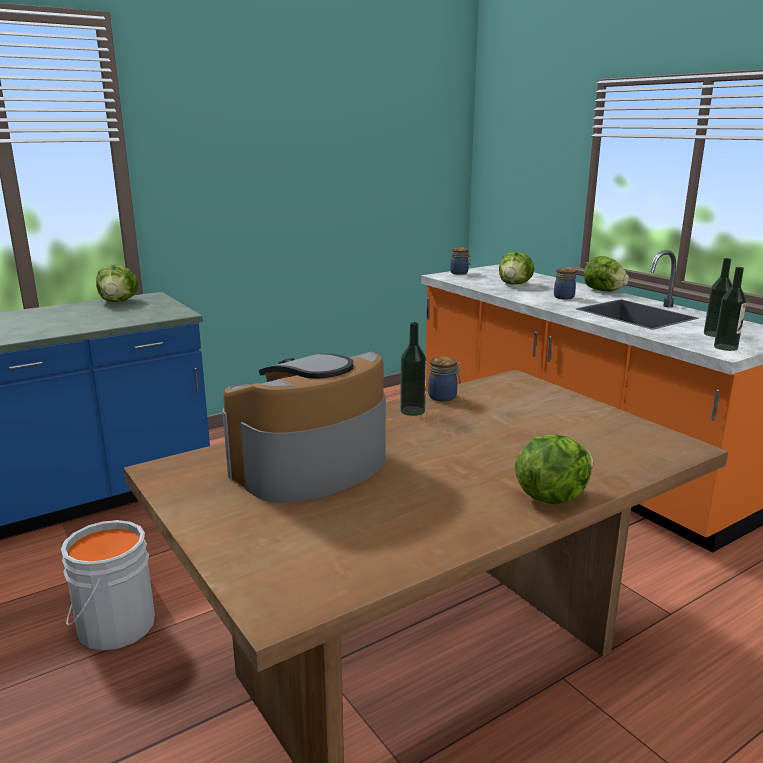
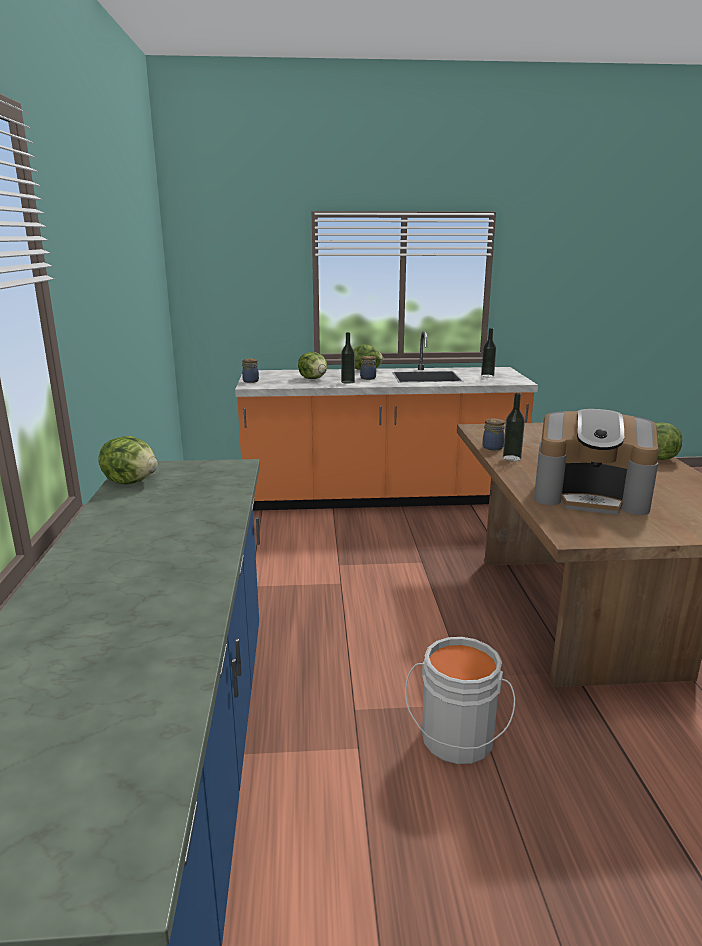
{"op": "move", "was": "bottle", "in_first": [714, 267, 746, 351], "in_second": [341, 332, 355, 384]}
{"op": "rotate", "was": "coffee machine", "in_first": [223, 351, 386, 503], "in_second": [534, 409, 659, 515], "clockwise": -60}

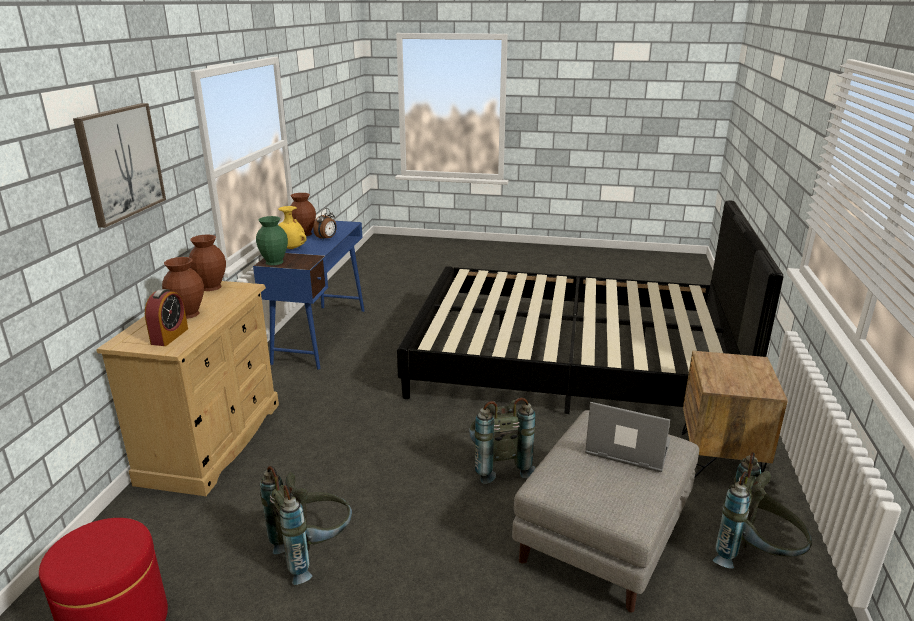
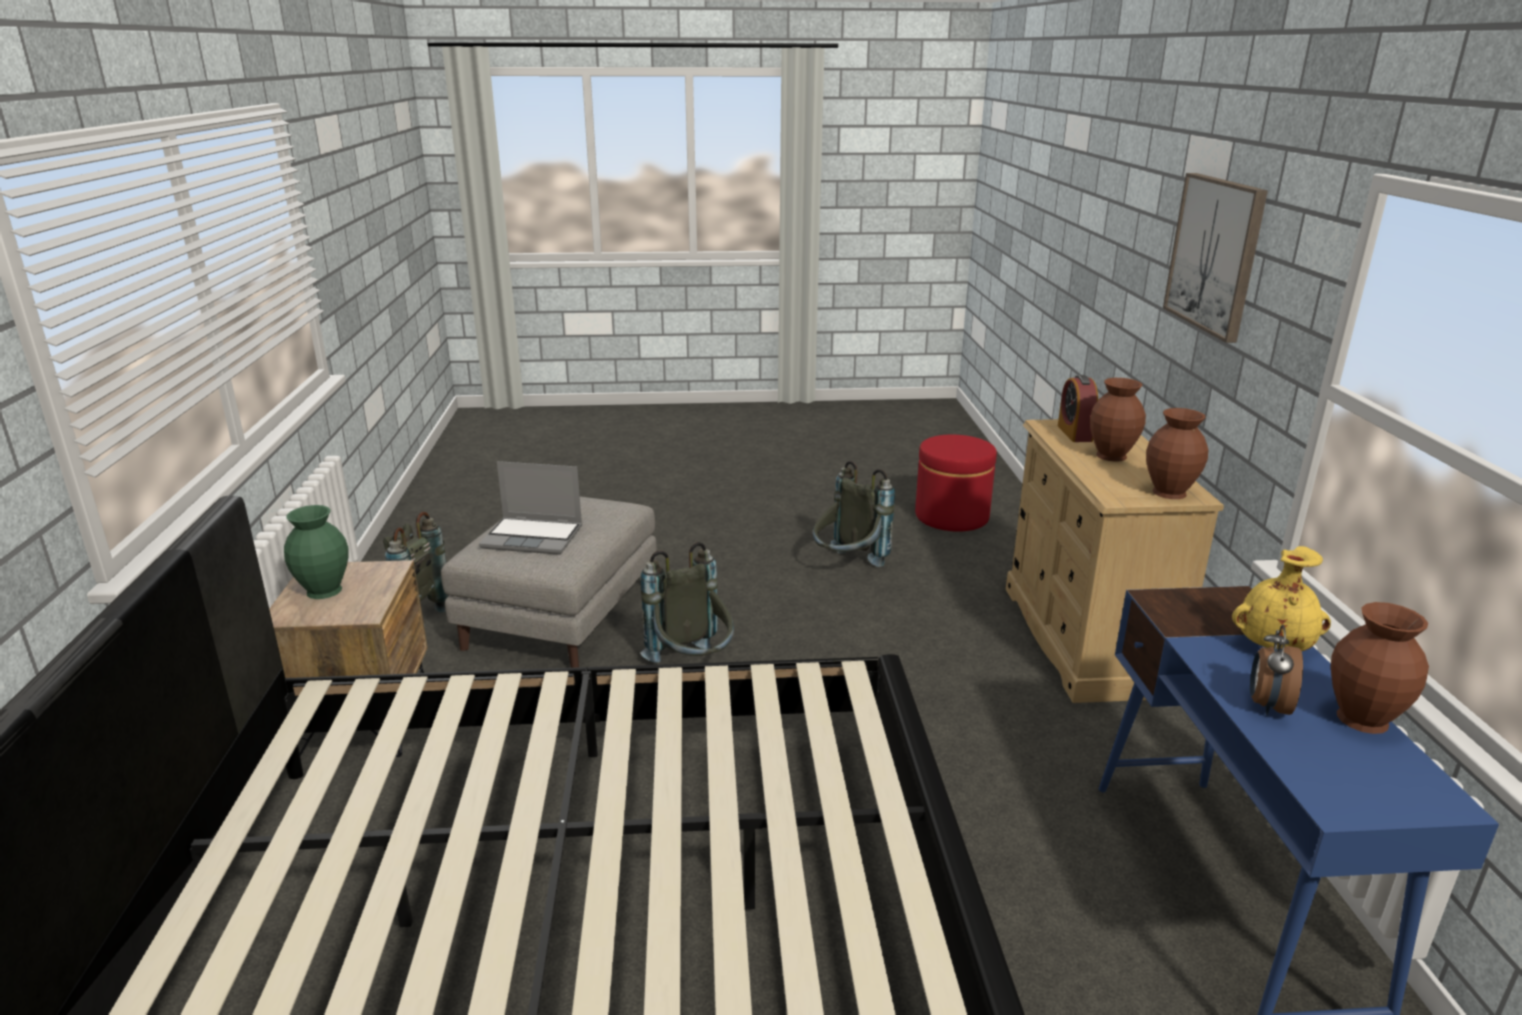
{"op": "move", "was": "green vase", "in_first": [256, 216, 288, 265], "in_second": [284, 505, 349, 599]}

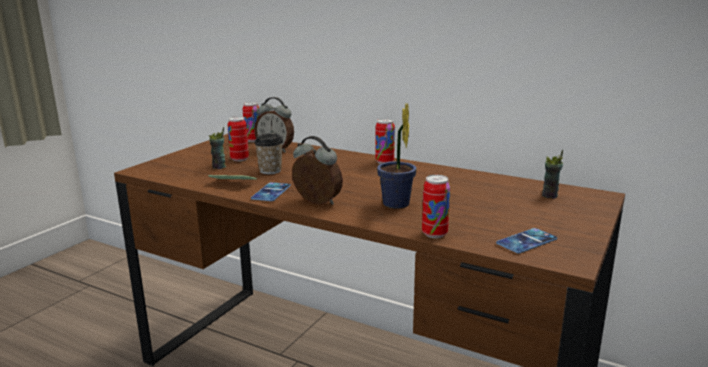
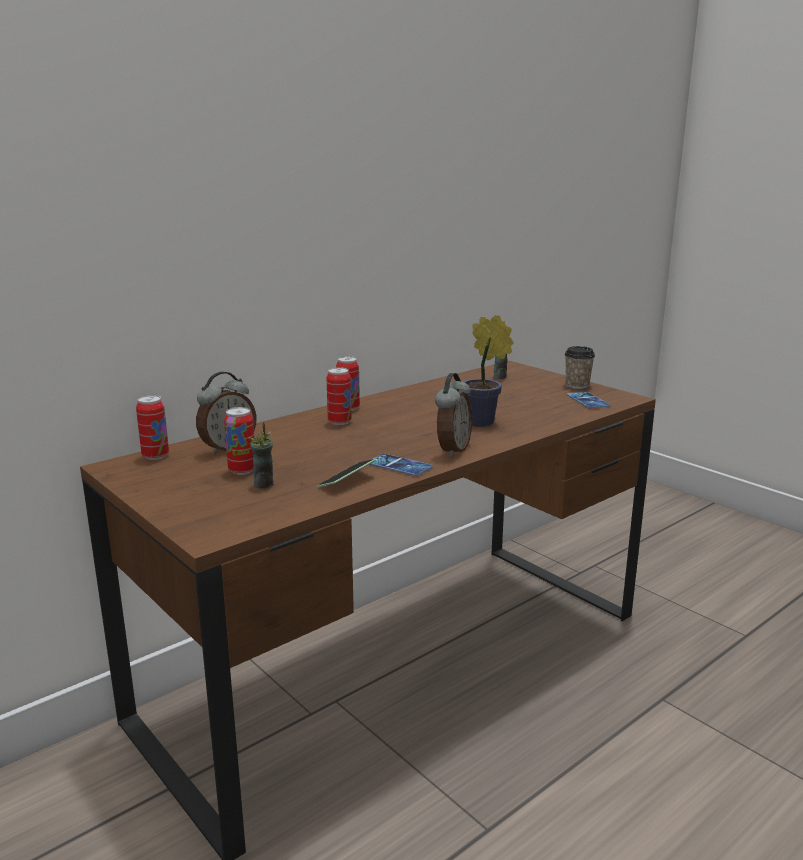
{"op": "move", "was": "cup", "in_first": [254, 134, 283, 174], "in_second": [565, 346, 595, 389]}
{"op": "rotate", "was": "bedside clock", "in_first": [292, 136, 343, 205], "in_second": [435, 373, 472, 457], "clockwise": 150}
{"op": "move", "was": "can", "in_first": [422, 175, 450, 238], "in_second": [326, 367, 352, 425]}

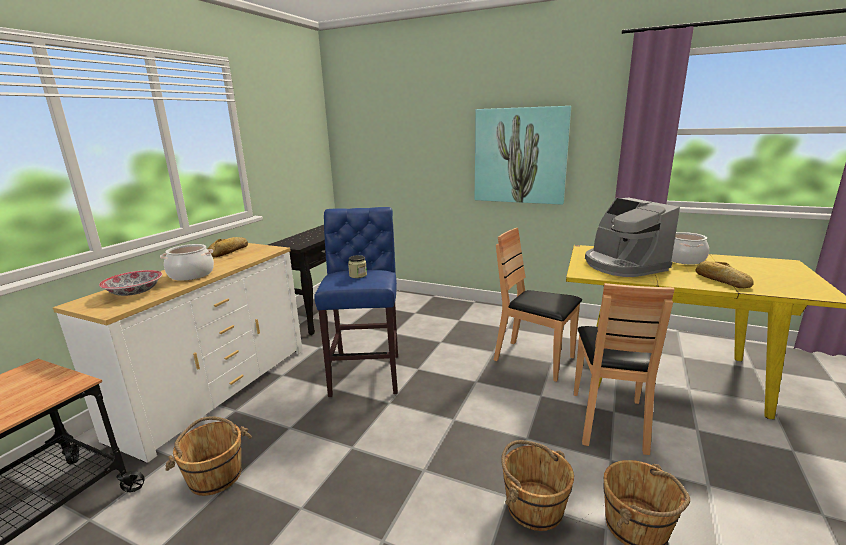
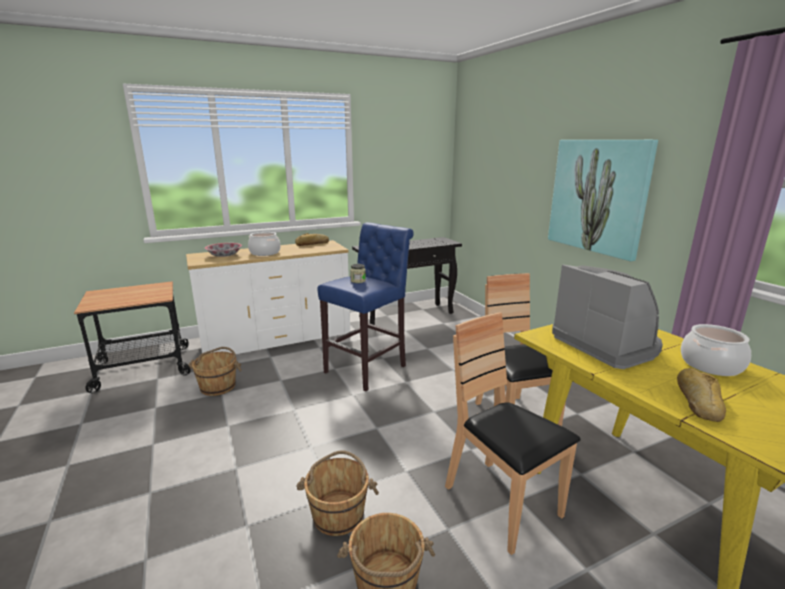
{"op": "rotate", "was": "coffee machine", "in_first": [585, 198, 680, 277], "in_second": [552, 265, 663, 369], "clockwise": 135}
{"op": "rotate", "was": "brownish chair", "in_first": [574, 283, 675, 455], "in_second": [445, 312, 581, 555], "clockwise": 90}

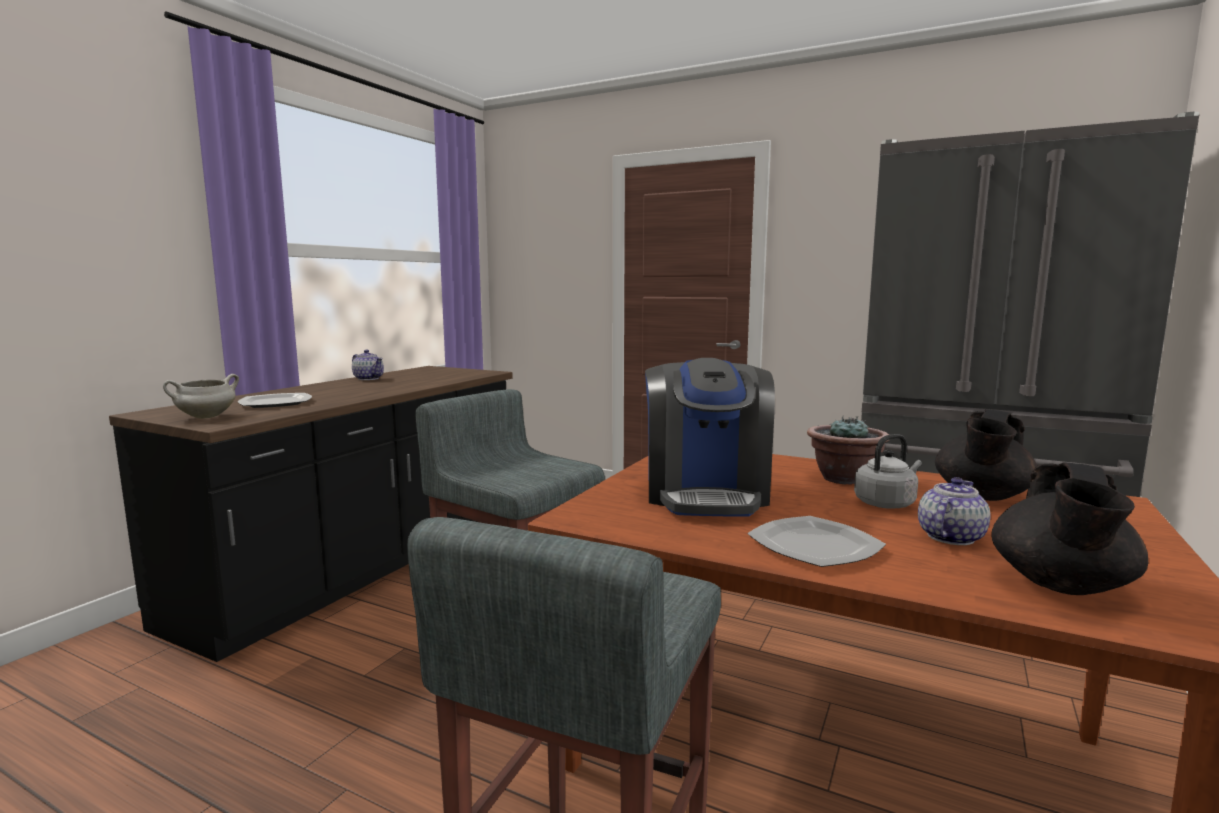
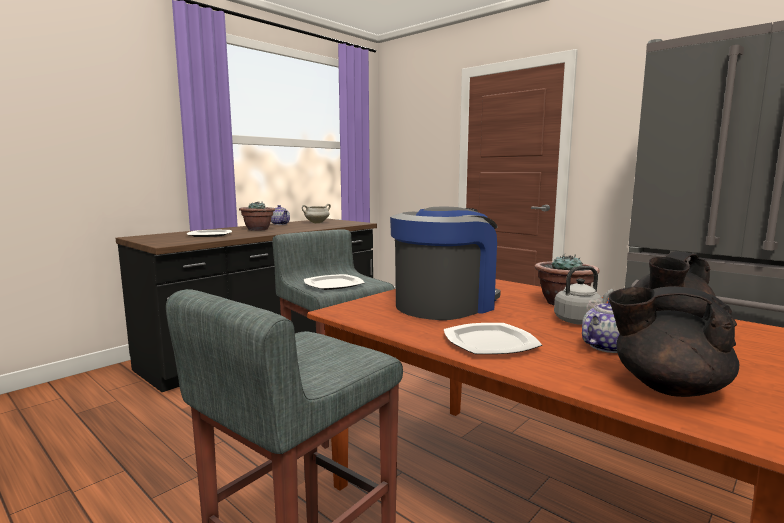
{"op": "rotate", "was": "coffee machine", "in_first": [645, 358, 775, 517], "in_second": [390, 206, 501, 320], "clockwise": -150}
{"op": "move", "was": "white stockpot", "in_first": [163, 374, 239, 419], "in_second": [302, 204, 331, 223]}
{"op": "rotate", "was": "blackish tea pot", "in_first": [991, 463, 1148, 595], "in_second": [609, 286, 739, 397], "clockwise": 75}
{"op": "insert", "now": "potted plant", "in_second": [239, 201, 275, 231]}
{"op": "insert", "now": "flat dish", "in_second": [304, 274, 365, 290]}

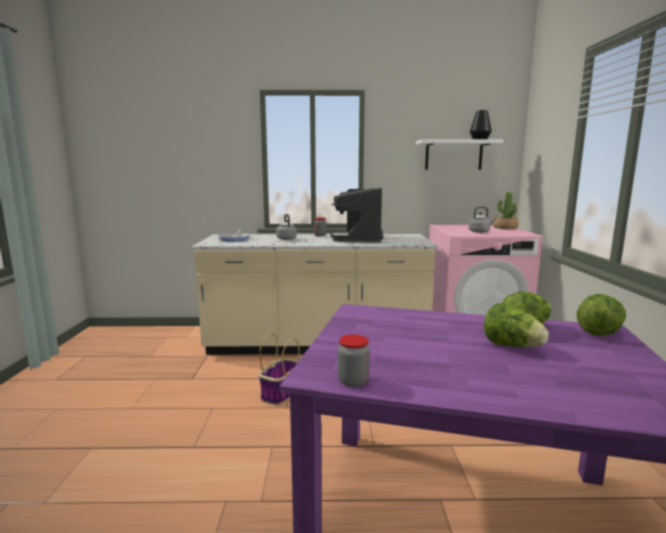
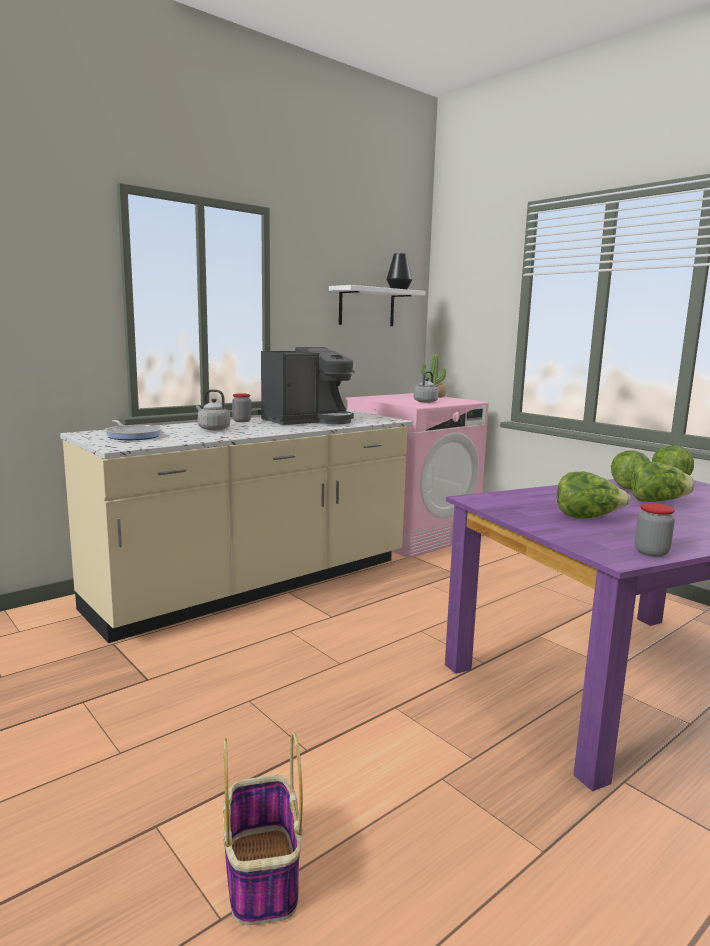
{"op": "rotate", "was": "coffee machine", "in_first": [330, 187, 383, 243], "in_second": [258, 347, 355, 425], "clockwise": -90}
{"op": "move", "was": "storage basket", "in_first": [259, 333, 300, 405], "in_second": [223, 731, 303, 926]}
{"op": "insert", "now": "lettuce head", "in_second": [557, 472, 631, 519]}

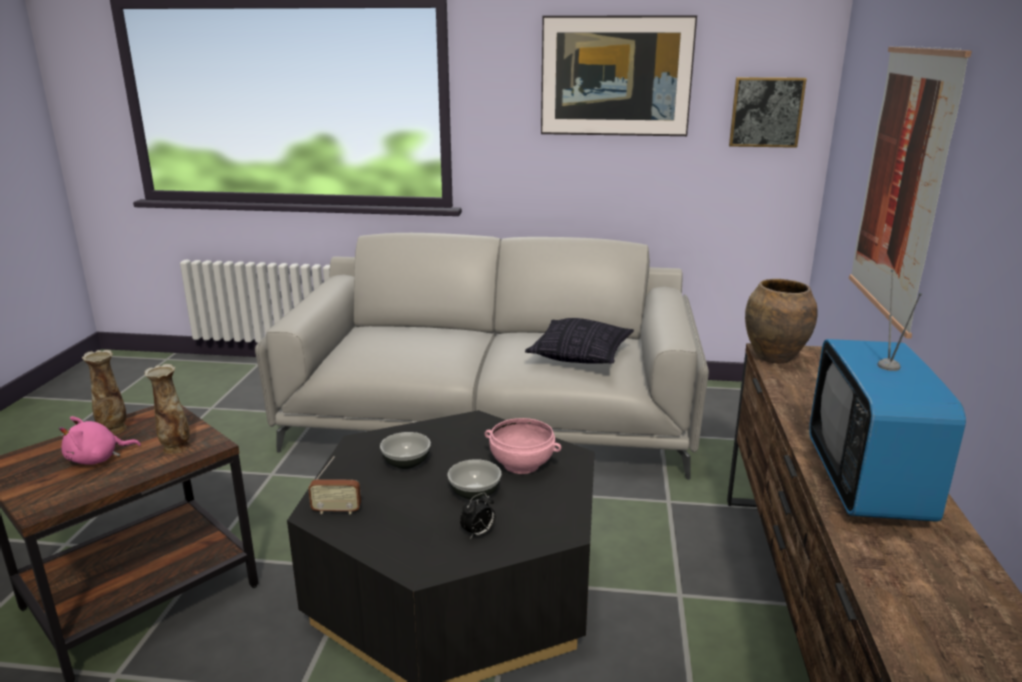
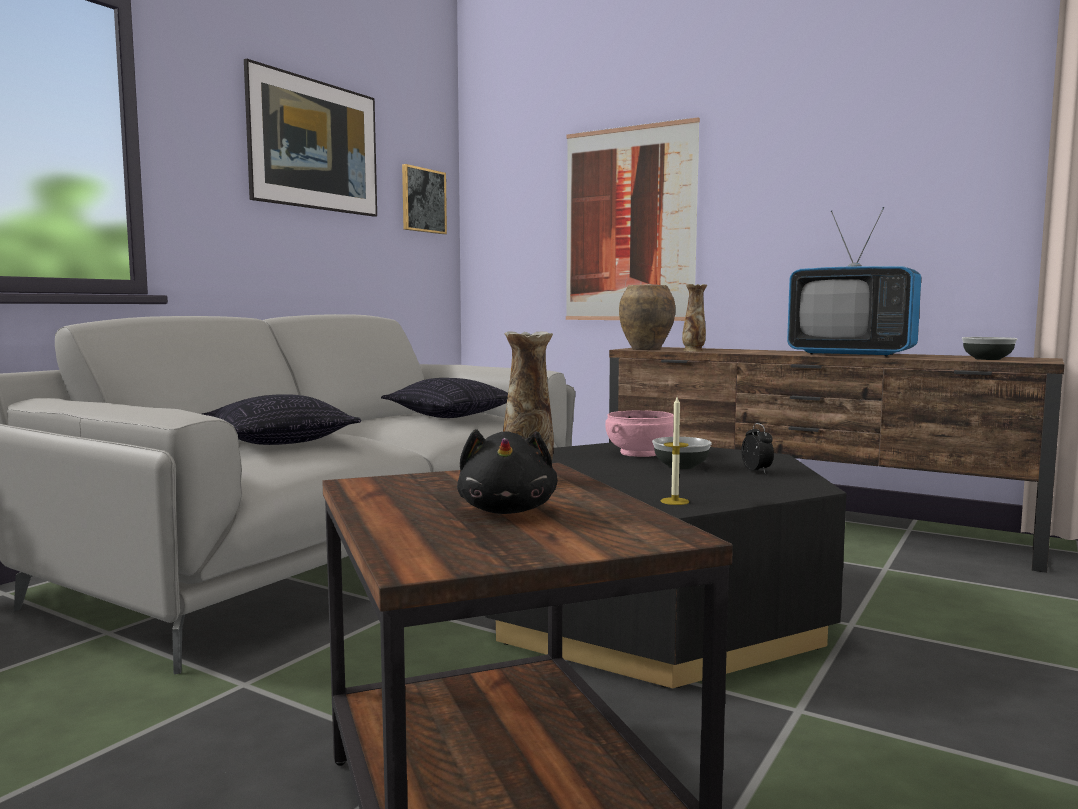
{"op": "move", "was": "vase", "in_first": [82, 350, 127, 435], "in_second": [682, 284, 707, 352]}
{"op": "recolor", "was": "pinkish cuddly toy", "now": "blackish cuddly toy", "in_first": [59, 416, 141, 465], "in_second": [457, 429, 558, 514]}
{"op": "move", "was": "deep dish", "in_first": [380, 432, 431, 469], "in_second": [962, 337, 1017, 360]}
{"op": "replace", "was": "radio", "now": "wax light", "in_first": [308, 457, 361, 514], "in_second": [661, 397, 689, 505]}
{"op": "insert", "now": "pillow", "in_second": [202, 394, 361, 445]}

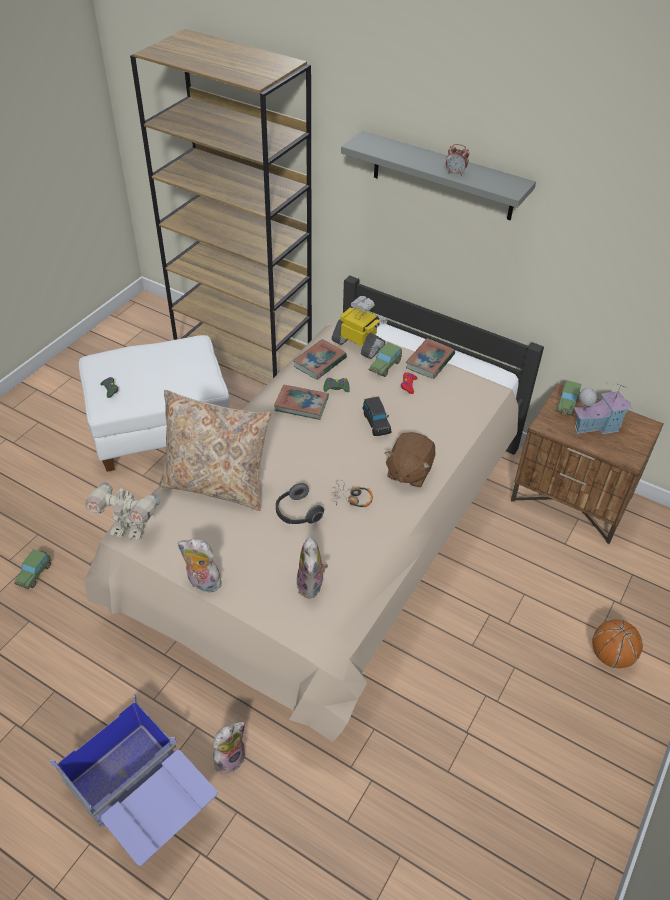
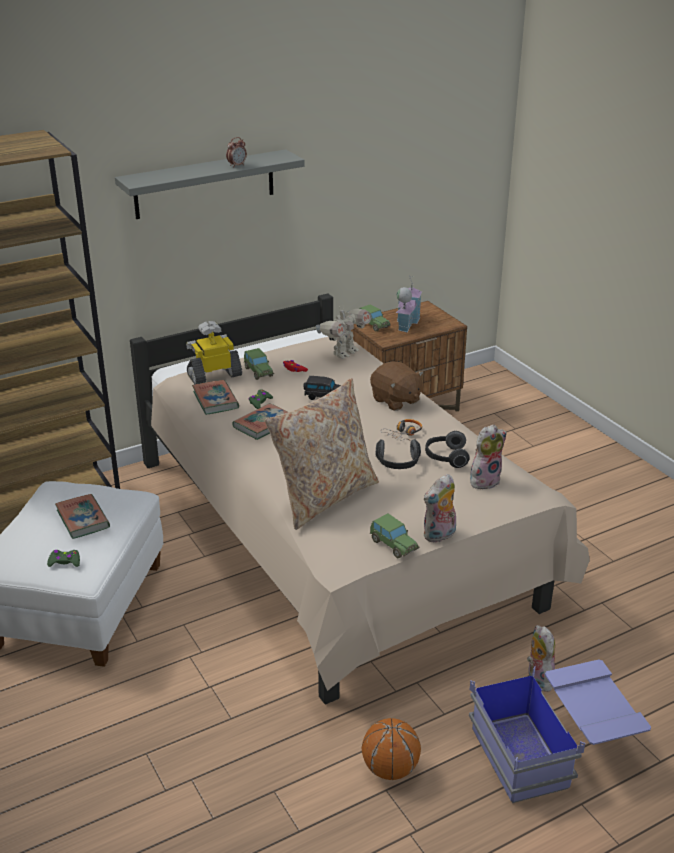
{"op": "move", "was": "book", "in_first": [406, 338, 455, 379], "in_second": [55, 494, 110, 539]}
{"op": "move", "was": "robot figure", "in_first": [85, 482, 160, 540], "in_second": [316, 307, 371, 359]}
{"op": "rotate", "was": "cuddly toy", "in_first": [296, 537, 328, 599], "in_second": [470, 424, 507, 489], "clockwise": -60}
{"op": "move", "was": "toy car", "in_first": [14, 549, 52, 589], "in_second": [370, 513, 419, 558]}
{"op": "move", "was": "basketball", "in_first": [592, 620, 643, 668], "in_second": [362, 718, 421, 780]}
{"op": "insert", "now": "headset", "in_second": [425, 431, 470, 468]}

